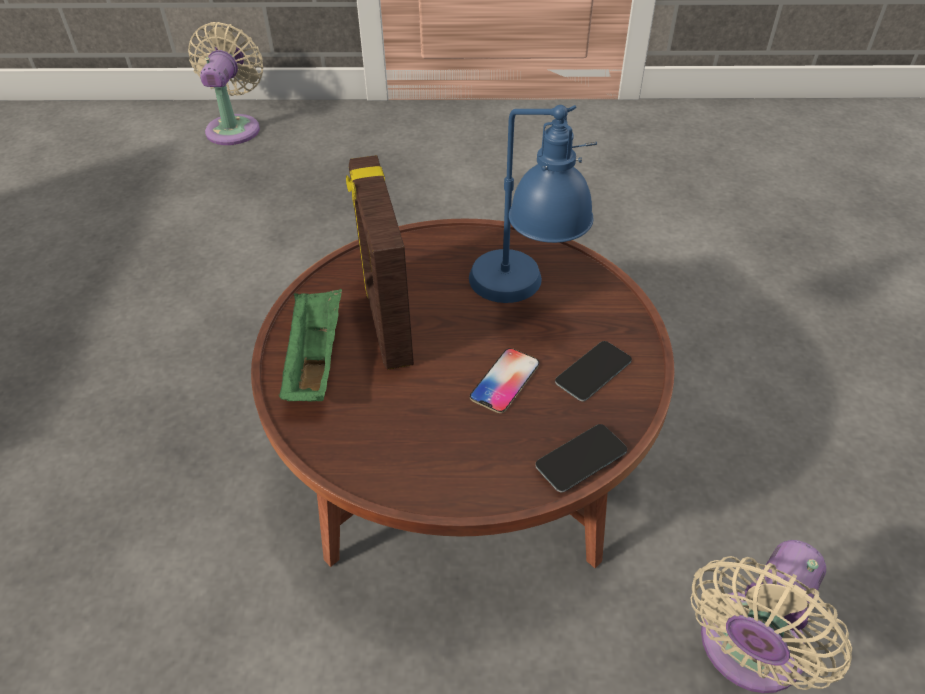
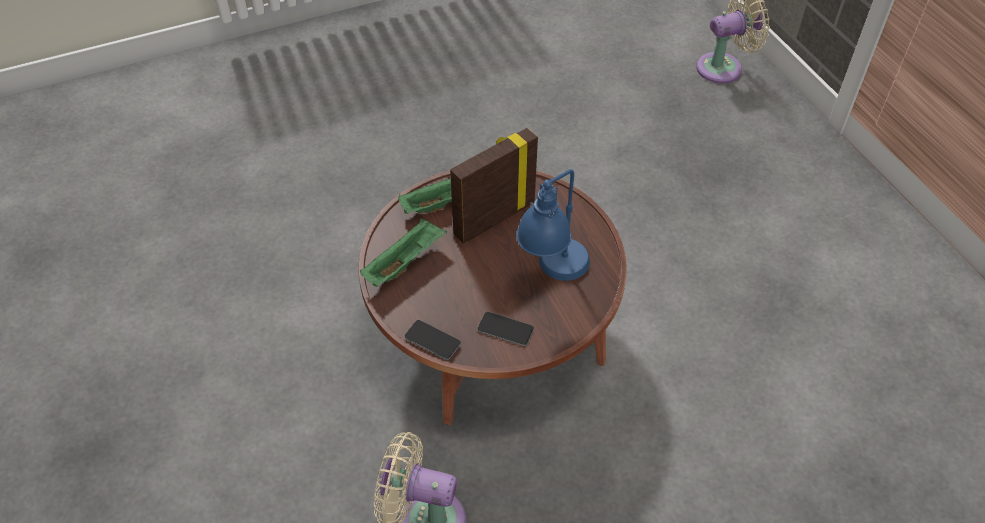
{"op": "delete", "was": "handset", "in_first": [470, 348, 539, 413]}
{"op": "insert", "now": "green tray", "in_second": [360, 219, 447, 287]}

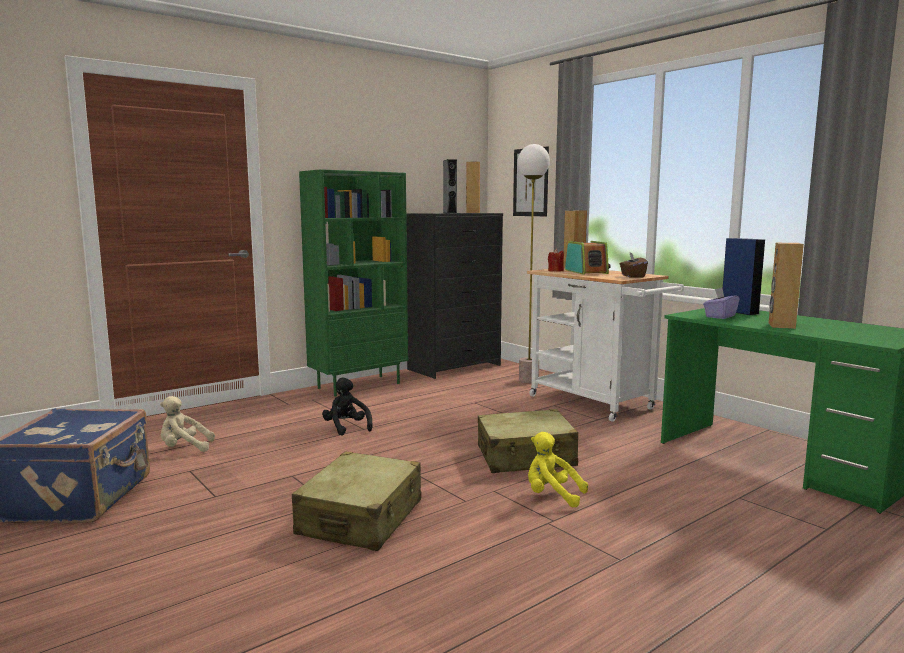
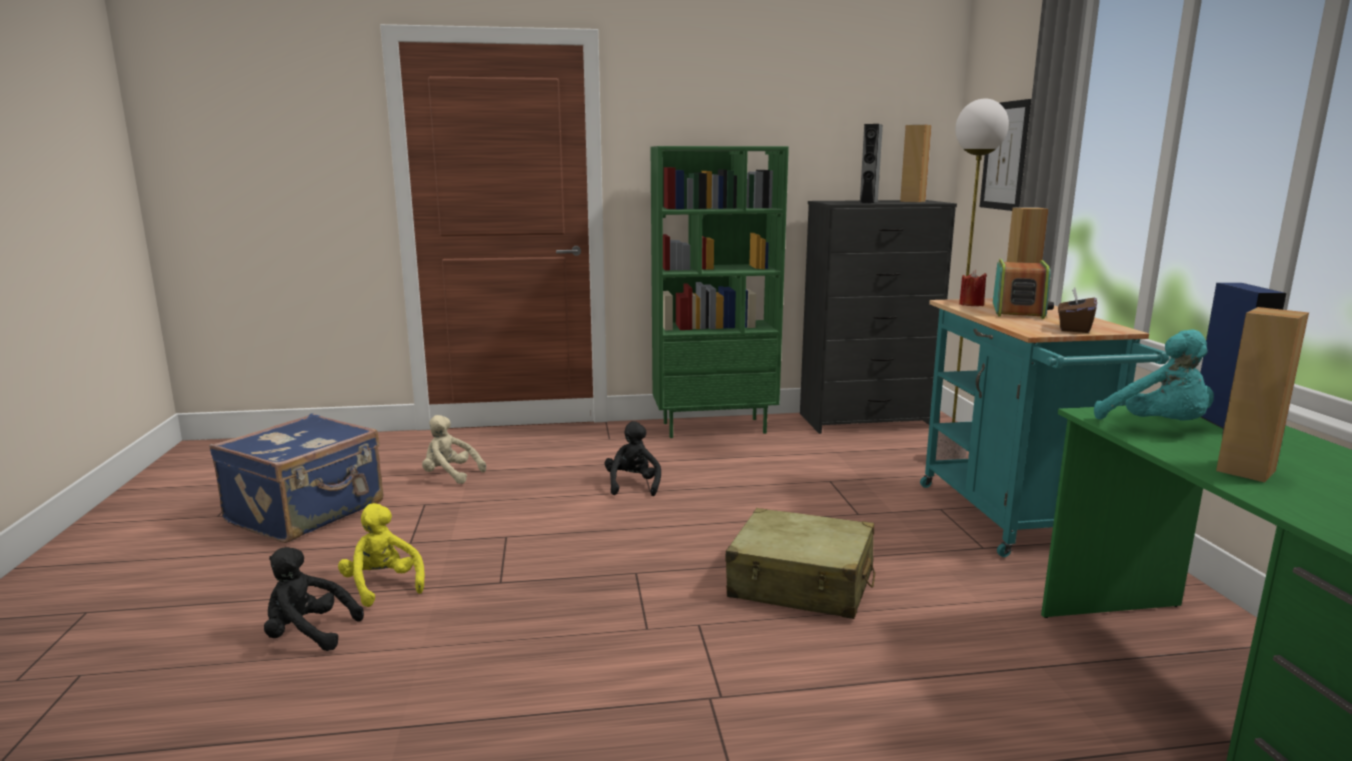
{"op": "recolor", "was": "white wheeled cart", "now": "blue-green wheeled cart", "in_first": [527, 268, 684, 422], "in_second": [920, 298, 1169, 557]}
{"op": "replace", "was": "purplish tissue holder", "now": "blue-green cuddly toy", "in_first": [703, 288, 740, 319], "in_second": [1094, 329, 1214, 421]}
{"op": "move", "was": "yellow cuddly toy", "in_first": [528, 432, 588, 507], "in_second": [338, 503, 425, 607]}
{"op": "delete", "was": "beige-coloured suitcase", "in_first": [292, 452, 421, 551]}
{"op": "insert", "now": "blackish cuddly toy", "in_second": [264, 547, 364, 651]}

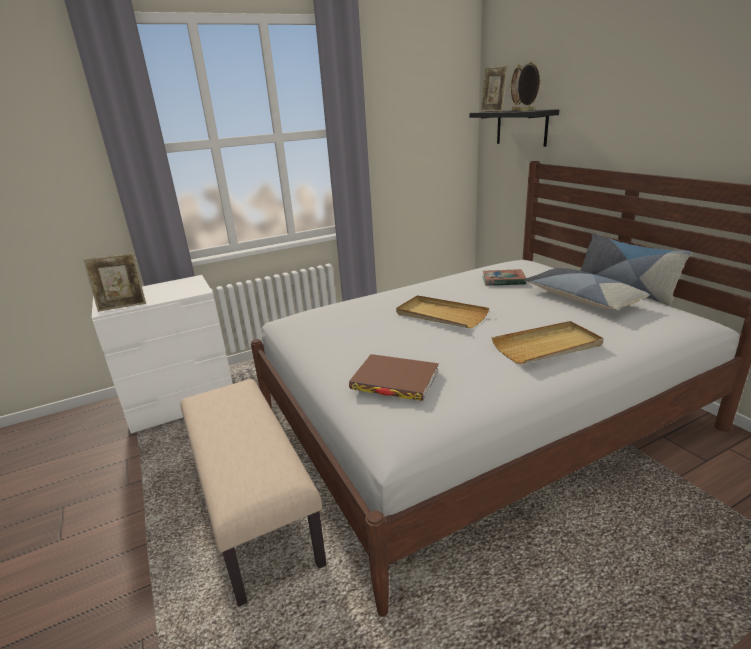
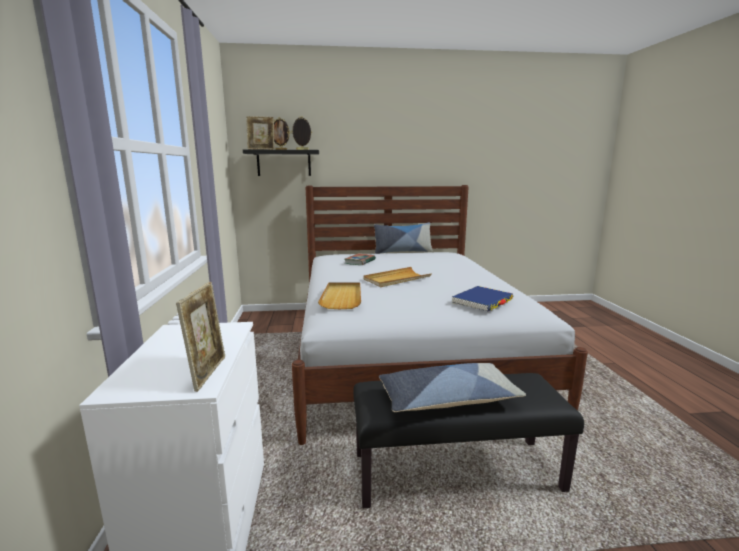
{"op": "move", "was": "pillow", "in_first": [524, 268, 650, 310], "in_second": [379, 363, 526, 412]}
{"op": "move", "was": "beige-coloured tray", "in_first": [491, 321, 604, 364], "in_second": [318, 282, 361, 309]}
{"op": "recolor", "was": "brownish book", "now": "blue book", "in_first": [349, 354, 439, 401], "in_second": [452, 286, 513, 311]}
{"op": "recolor", "was": "beige-coloured indoor bench", "now": "blackish indoor bench", "in_first": [180, 379, 326, 607], "in_second": [353, 373, 584, 508]}

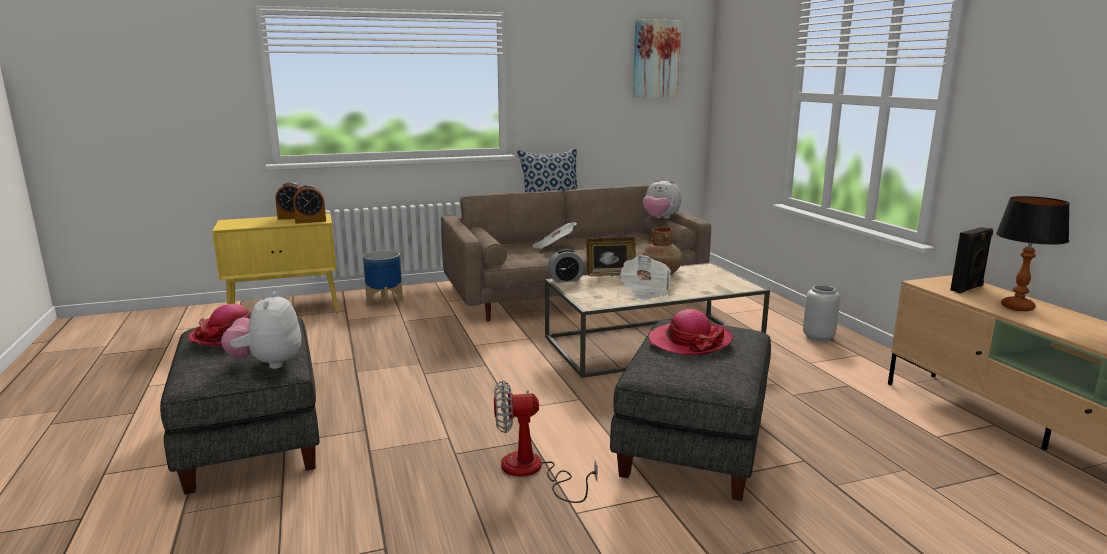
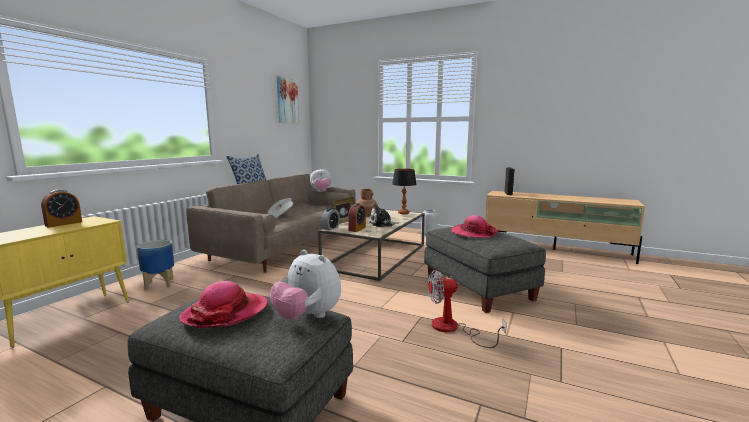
{"op": "move", "was": "bedside clock", "in_first": [293, 185, 326, 224], "in_second": [348, 203, 366, 232]}
{"op": "move", "was": "lamp for a table", "in_first": [996, 196, 1070, 311], "in_second": [392, 169, 417, 214]}
{"op": "replace", "was": "daily paper", "now": "cuddly toy", "in_first": [619, 255, 671, 301], "in_second": [369, 203, 399, 227]}
{"op": "rotate", "was": "electric fan", "in_first": [494, 380, 598, 503], "in_second": [428, 270, 507, 348], "clockwise": 45}

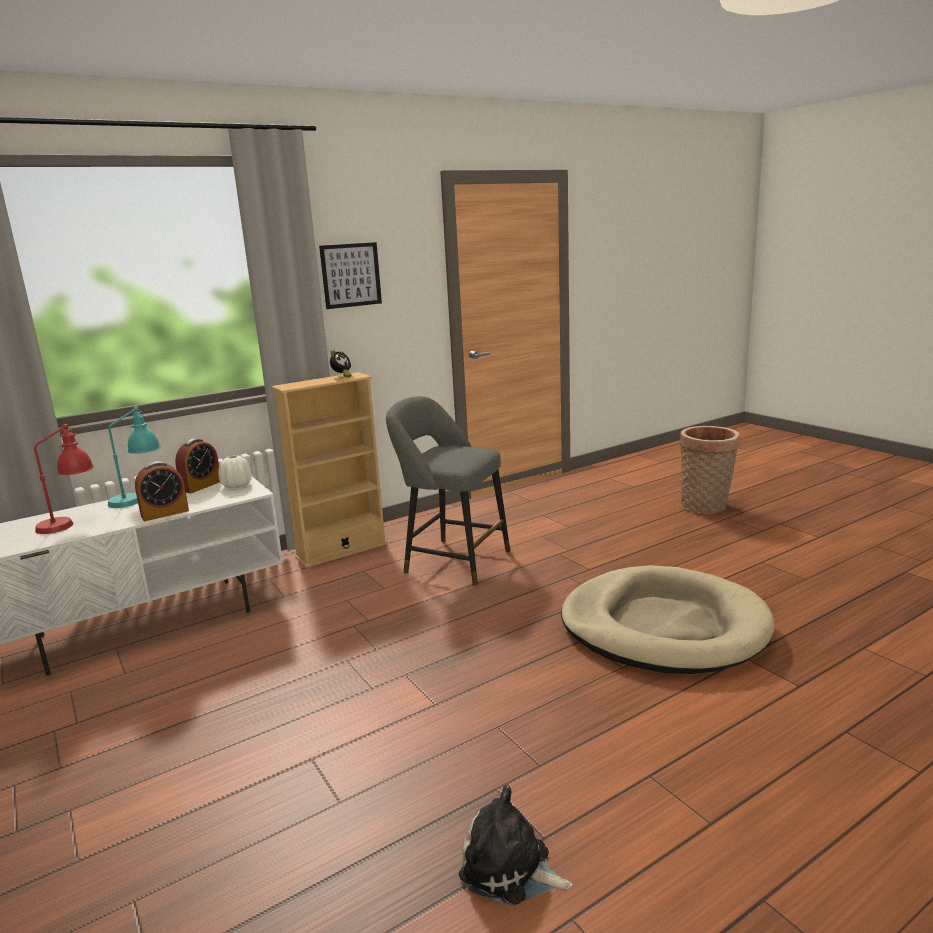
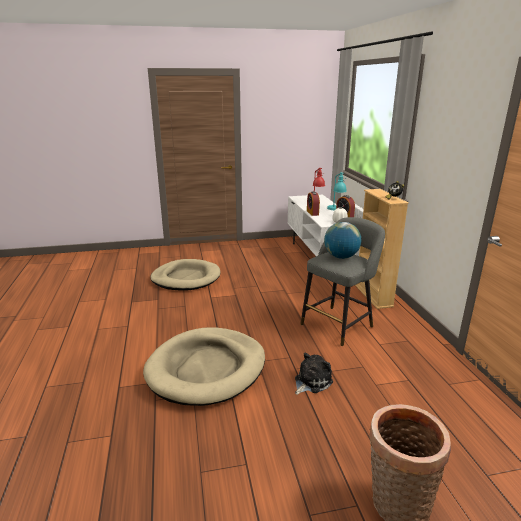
{"op": "delete", "was": "wall art", "in_first": [319, 242, 382, 309]}
{"op": "move", "was": "cuddly toy", "in_first": [459, 785, 572, 905], "in_second": [295, 353, 333, 395]}
{"op": "insert", "now": "desk globe", "in_second": [324, 222, 362, 259]}
{"op": "insert", "now": "beige-coloured pet bed", "in_second": [150, 259, 221, 291]}

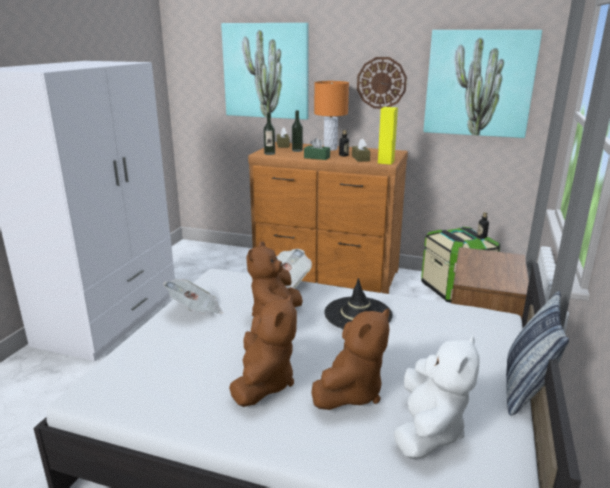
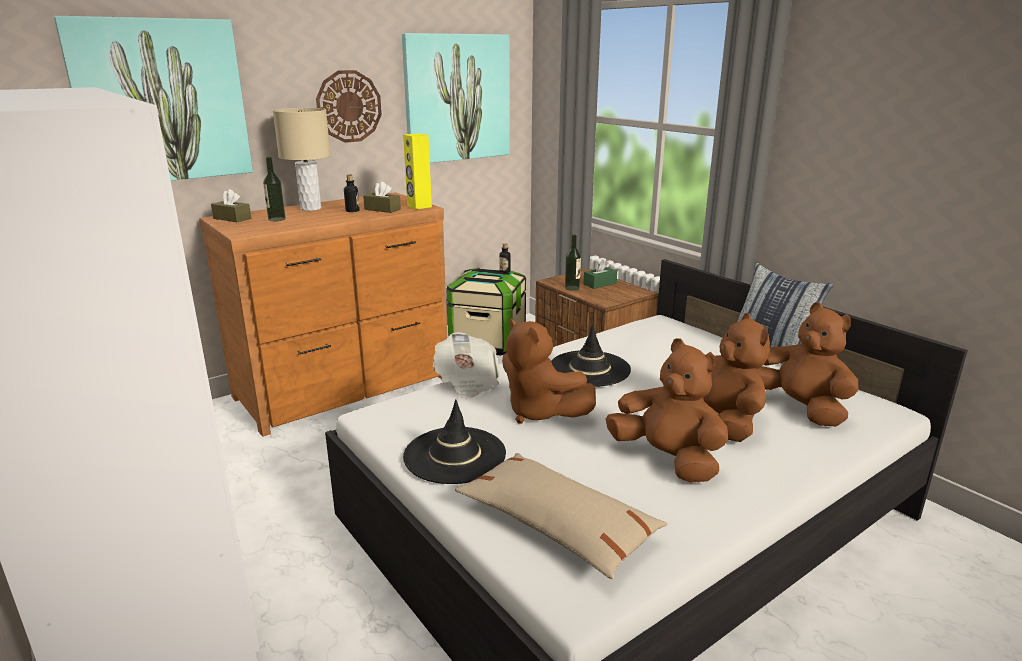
{"op": "recolor", "was": "orangey lamp for a table", "now": "beige-coloured lamp for a table", "in_first": [314, 81, 349, 151], "in_second": [273, 108, 331, 211]}
{"op": "move", "was": "bottle", "in_first": [264, 112, 275, 155], "in_second": [565, 234, 581, 291]}
{"op": "move", "was": "green tissue holder", "in_first": [304, 138, 330, 160], "in_second": [584, 259, 617, 289]}
{"op": "replace", "was": "daily paper", "now": "blackish hat", "in_first": [163, 279, 223, 314], "in_second": [403, 399, 506, 484]}
{"op": "recolor", "was": "white cuddly toy", "now": "brownish cuddly toy", "in_first": [394, 335, 480, 459], "in_second": [759, 302, 858, 426]}
{"op": "insert", "now": "beige-coloured pillow", "in_second": [455, 453, 667, 579]}

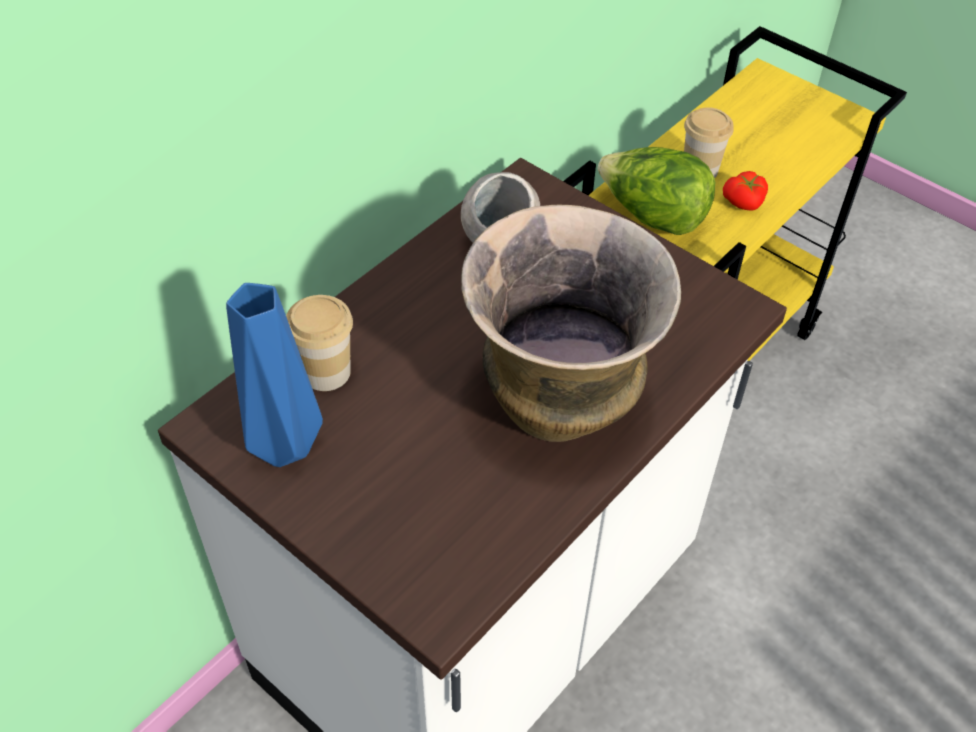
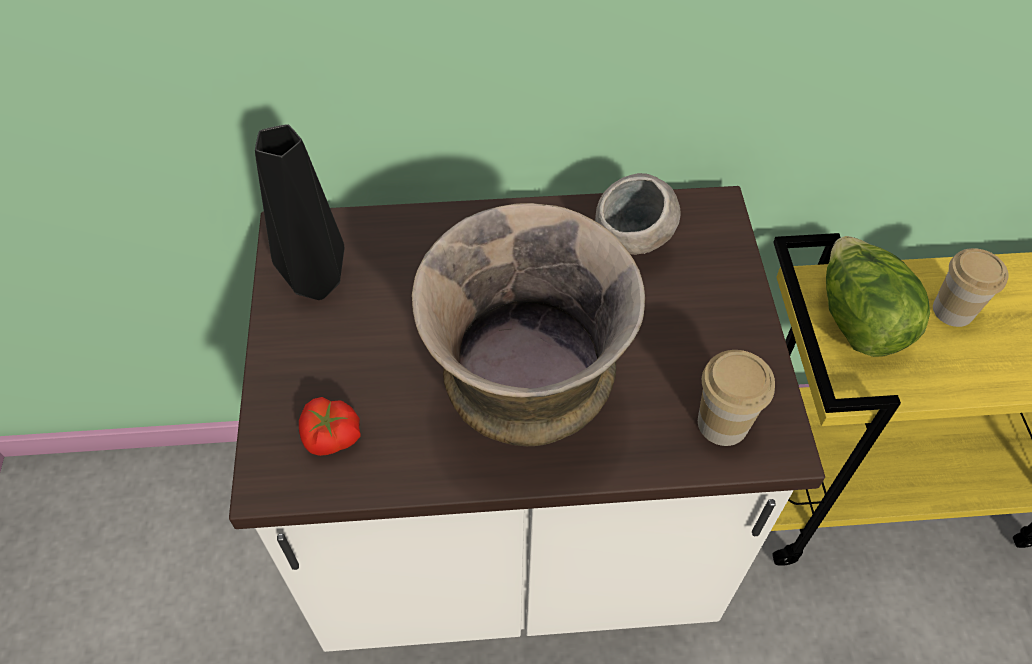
{"op": "move", "was": "tomato", "in_first": [723, 171, 768, 210], "in_second": [299, 397, 361, 456]}
{"op": "recolor", "was": "blue vase", "now": "blackish vase", "in_first": [226, 283, 323, 467], "in_second": [255, 124, 345, 300]}
{"op": "move", "was": "cup", "in_first": [286, 295, 353, 391], "in_second": [698, 350, 775, 446]}

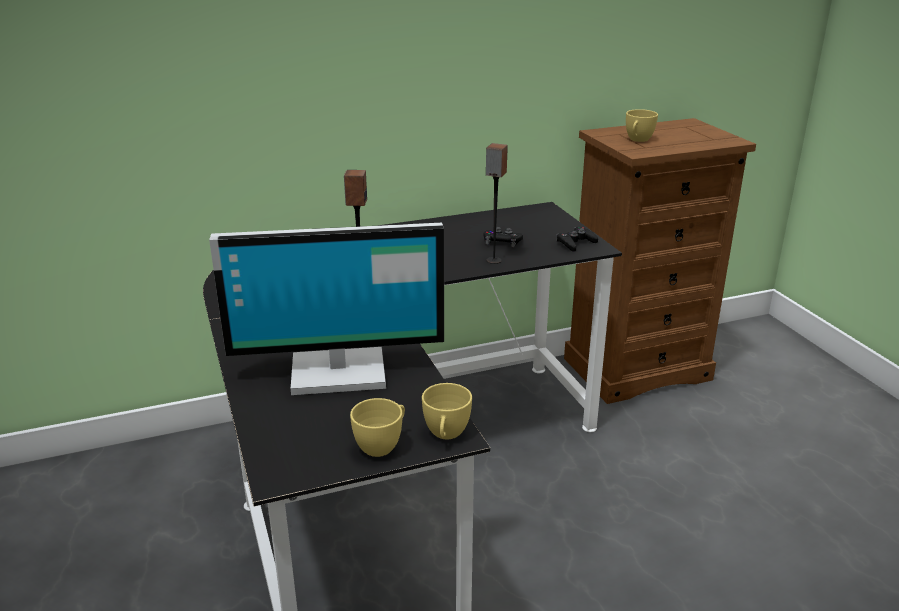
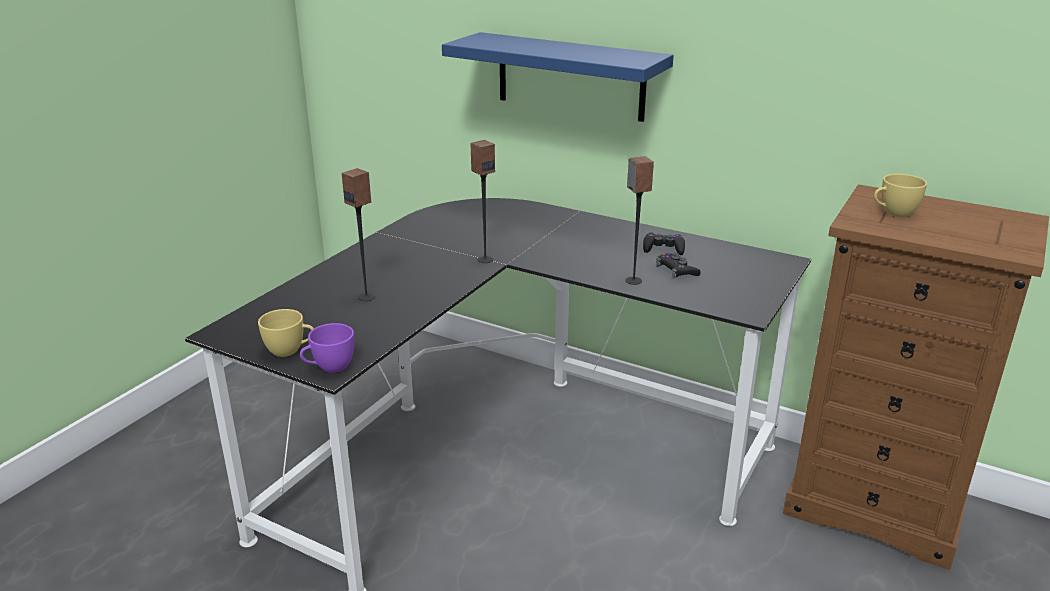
{"op": "replace", "was": "computer display", "now": "loudspeaker", "in_first": [209, 223, 444, 395], "in_second": [342, 168, 375, 301]}
{"op": "move", "was": "blackish joypad", "in_first": [556, 227, 598, 252], "in_second": [643, 233, 685, 255]}
{"op": "recolor", "was": "yellow cup", "now": "purplish cup", "in_first": [422, 383, 472, 439], "in_second": [300, 323, 354, 373]}
{"op": "insert", "now": "blue shelf", "in_second": [442, 32, 674, 122]}

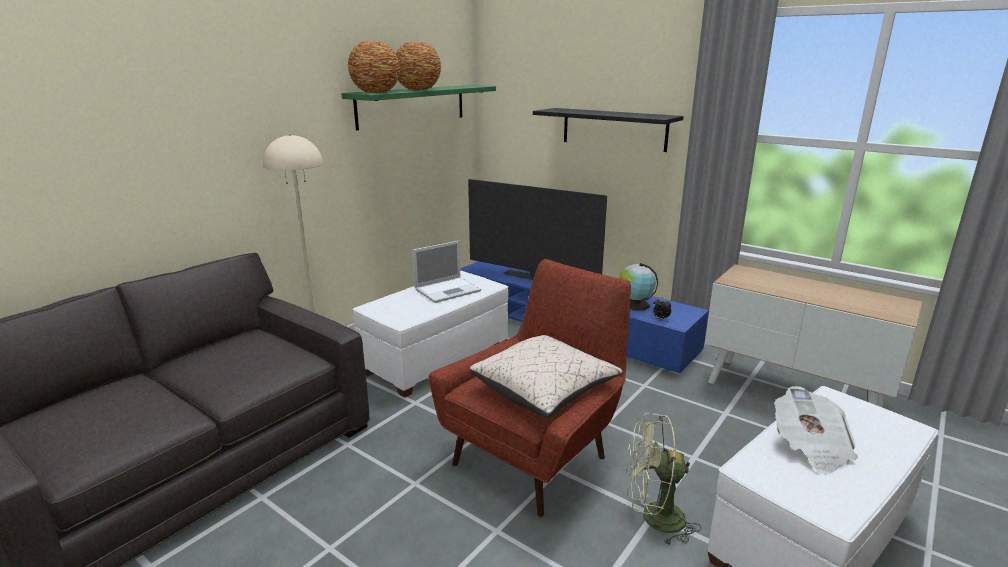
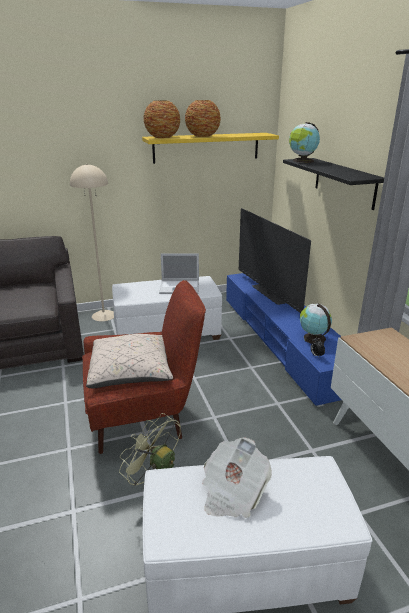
{"op": "recolor", "was": "green shelf", "now": "yellow shelf", "in_first": [341, 85, 496, 131], "in_second": [142, 133, 279, 164]}
{"op": "insert", "now": "desk globe", "in_second": [289, 122, 320, 163]}

